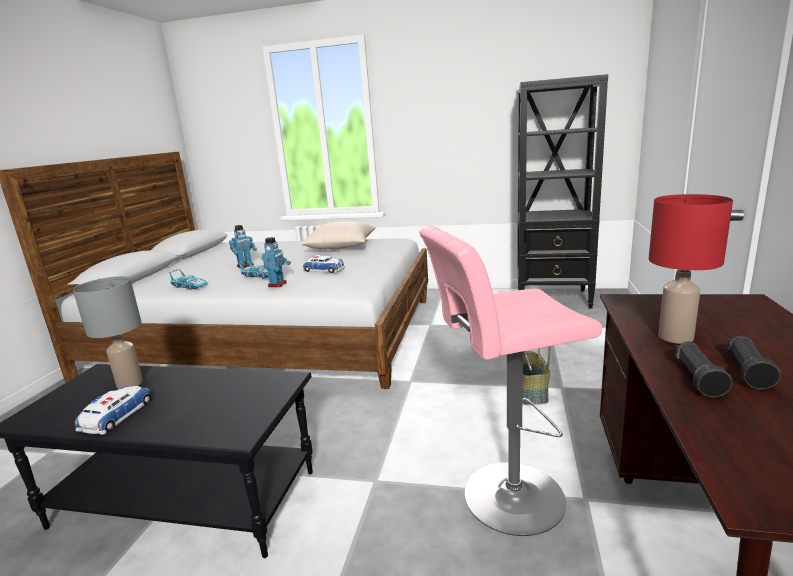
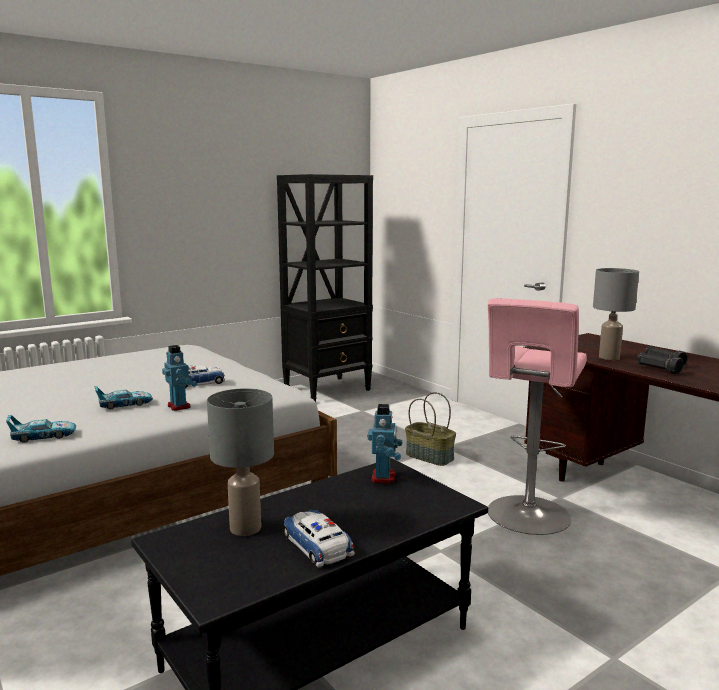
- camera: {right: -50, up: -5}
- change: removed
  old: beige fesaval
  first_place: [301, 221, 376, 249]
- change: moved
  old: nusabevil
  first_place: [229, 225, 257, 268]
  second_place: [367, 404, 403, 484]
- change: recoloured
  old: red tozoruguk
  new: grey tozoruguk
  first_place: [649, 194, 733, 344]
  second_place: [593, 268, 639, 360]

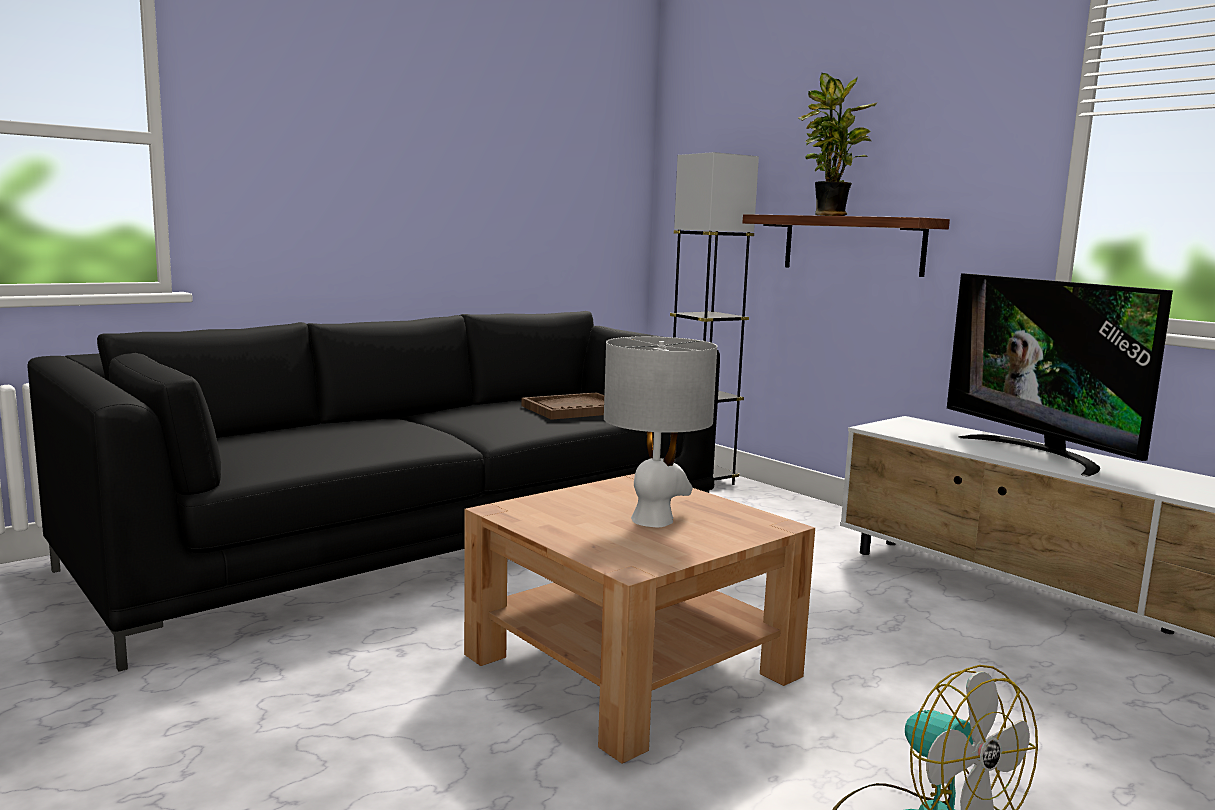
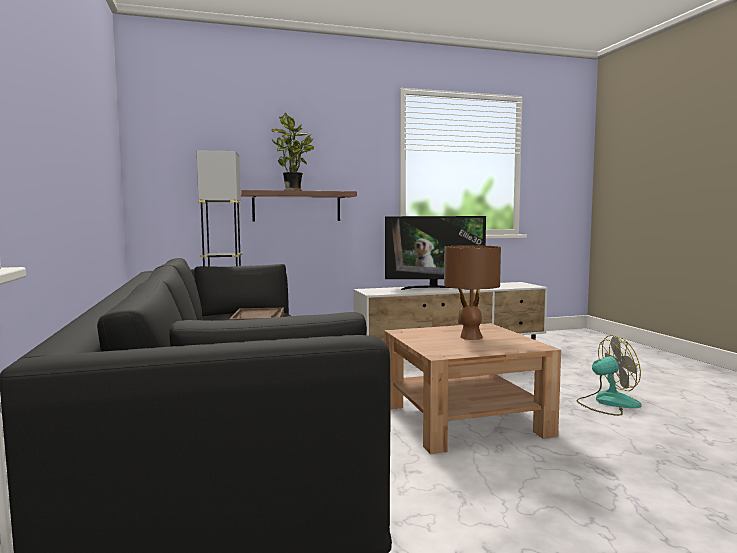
- camera: {right: -65, up: -5}
- change: recoloured
  old: grey tozoruguk
  new: brown tozoruguk
  first_place: [604, 336, 717, 527]
  second_place: [444, 245, 501, 340]

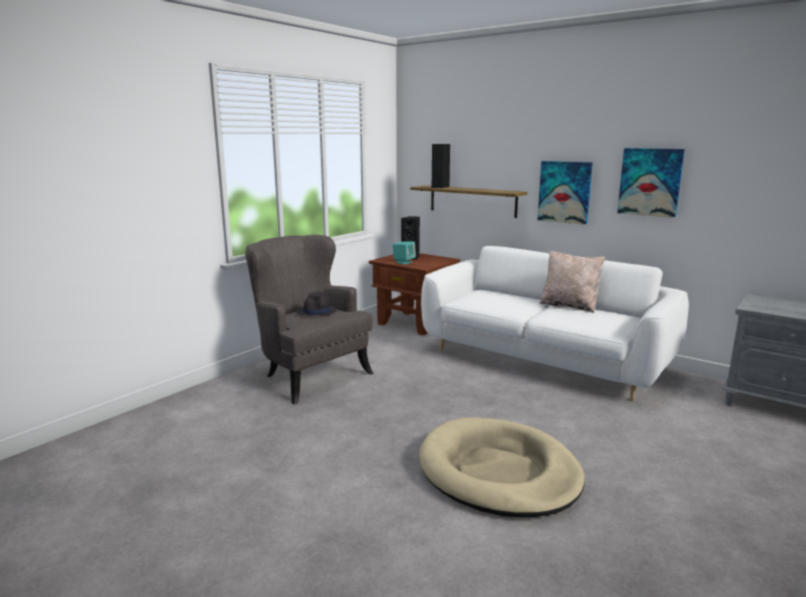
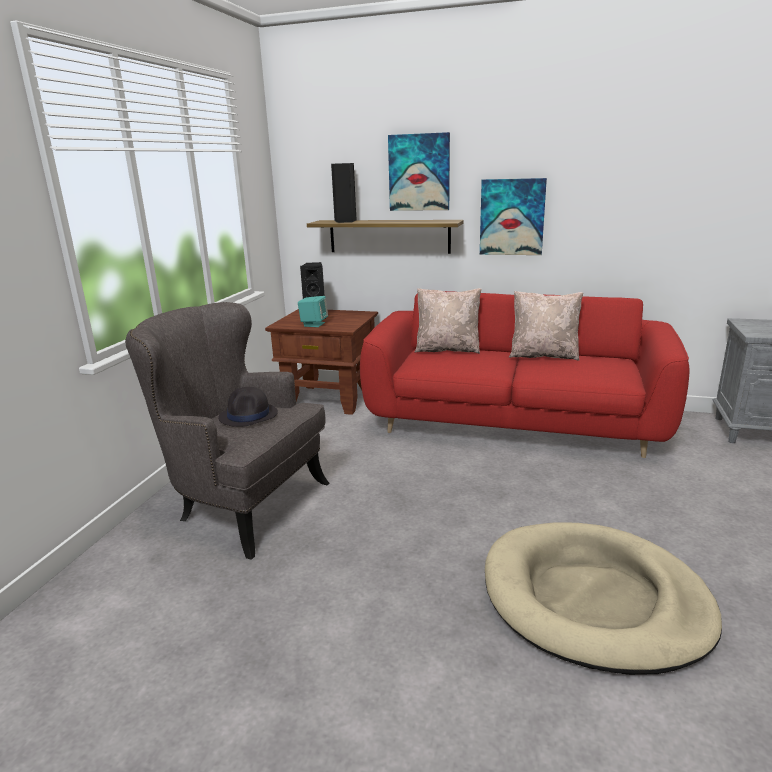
- camera: {right: -20, up: 5}
- change: added
  new: beige fesaval
  second_place: [415, 288, 482, 354]
- change: moved
  old: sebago
  first_place: [617, 148, 685, 218]
  second_place: [388, 132, 450, 211]
- change: recoloured
  old: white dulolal
  new: red dulolal
  first_place: [421, 246, 689, 401]
  second_place: [360, 291, 690, 458]

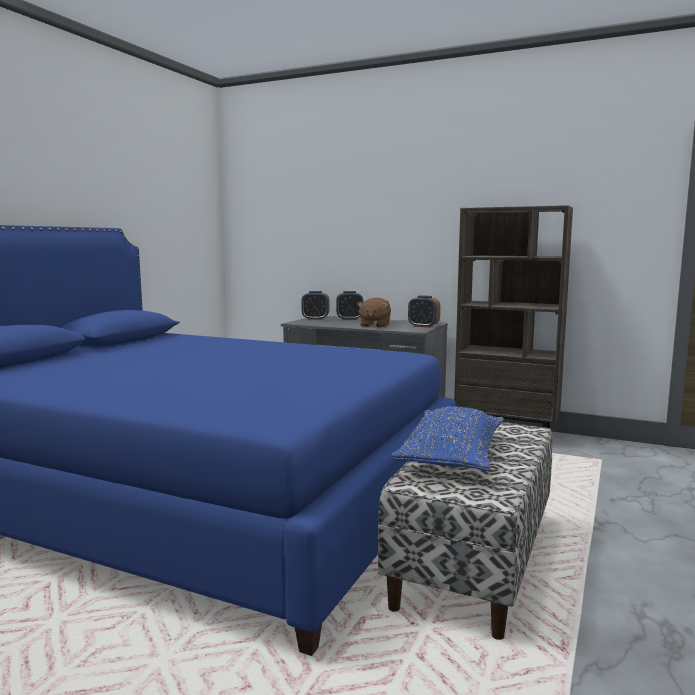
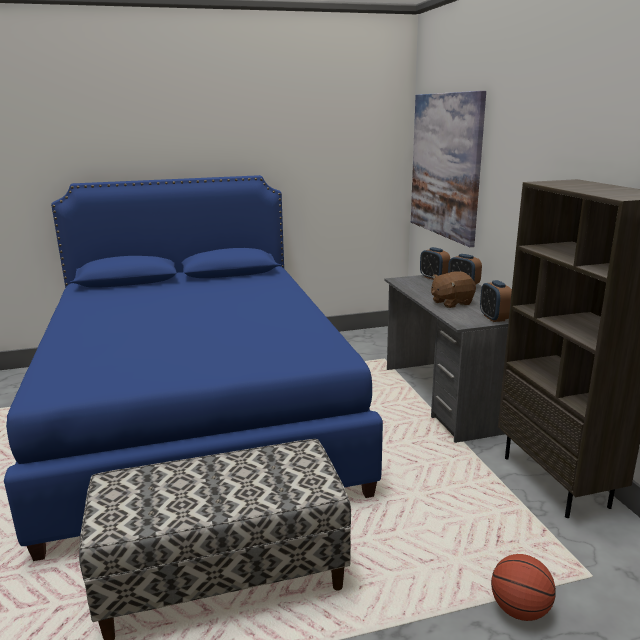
- camera: {right: 50, up: 10}
- change: removed
  old: blue fesaval
  first_place: [391, 406, 504, 471]
- change: added
  new: sebago
  second_place: [411, 91, 486, 247]
- change: added
  new: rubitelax
  second_place: [491, 554, 556, 621]

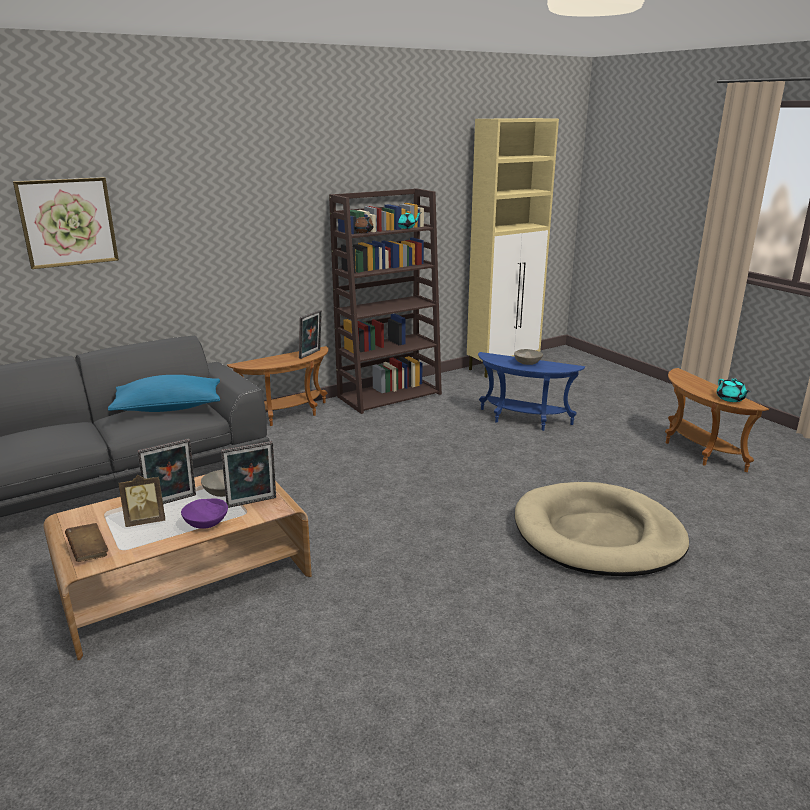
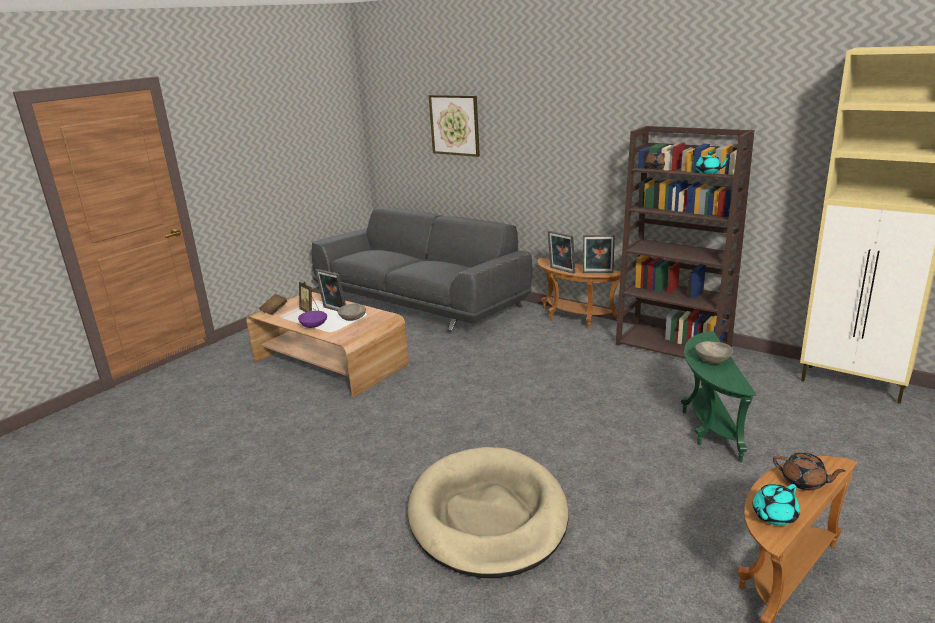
- camera: {right: 70, up: 0}
- change: removed
  old: blue fesaval
  first_place: [108, 375, 220, 412]
- change: added
  new: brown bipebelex
  second_place: [773, 452, 846, 490]
- change: moved
  old: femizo
  first_place: [221, 441, 276, 508]
  second_place: [548, 231, 575, 274]
- change: recoloured
  old: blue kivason
  new: green kivason
  first_place: [478, 352, 585, 431]
  second_place: [681, 331, 756, 462]

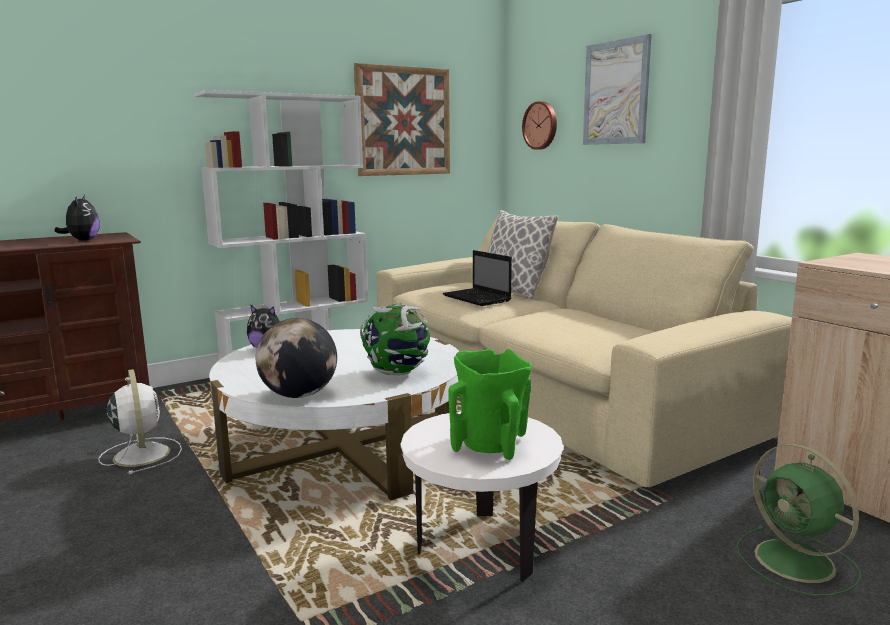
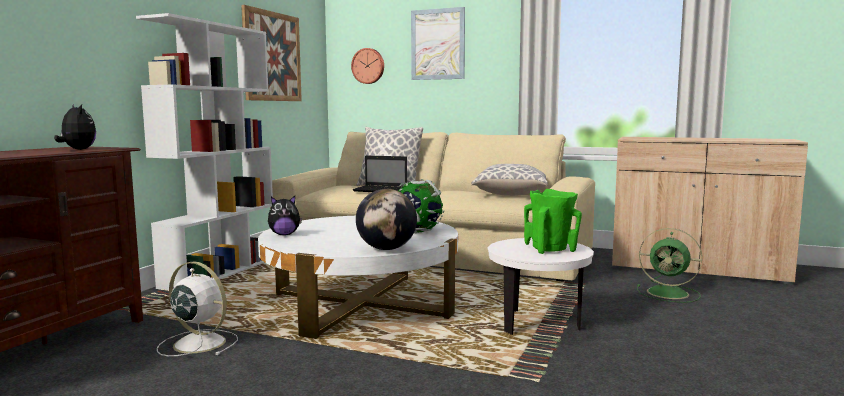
- camera: {right: -35, up: -5}
- change: added
  new: fesaval
  second_place: [471, 164, 548, 196]

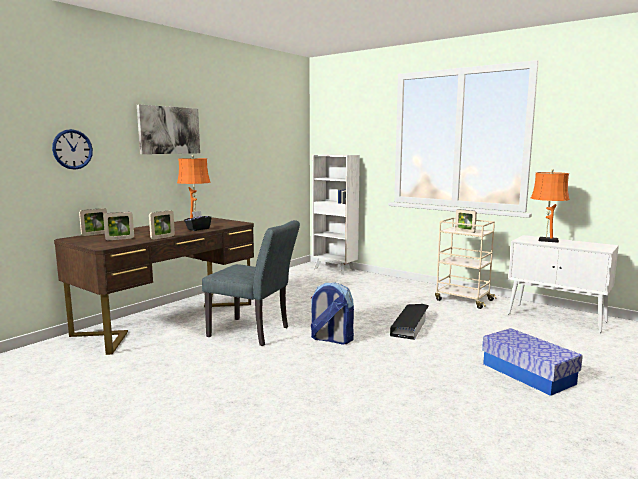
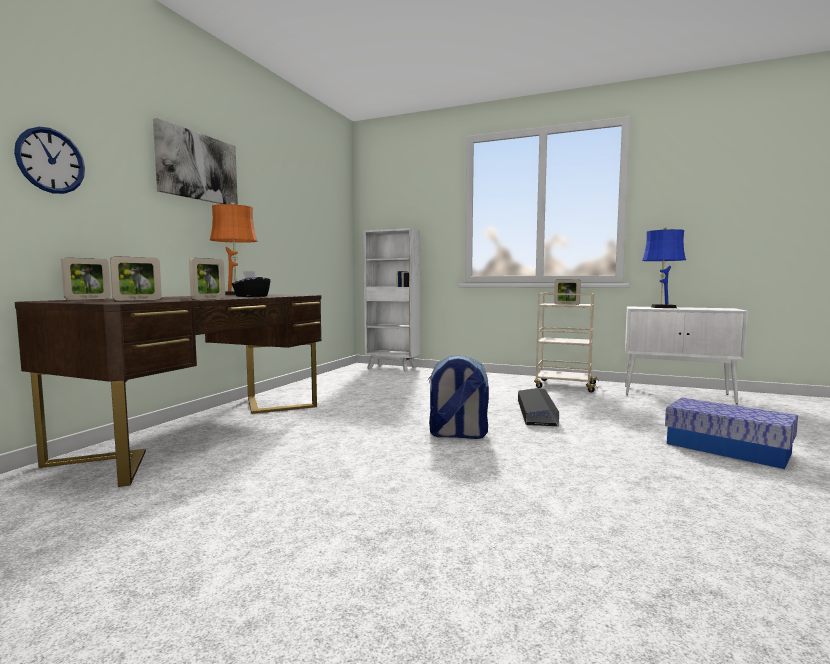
- camera: {right: -15, up: -5}
- change: removed
  old: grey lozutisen
  first_place: [202, 220, 300, 346]
- change: recoloured
  old: orange tozoruguk
  new: blue tozoruguk
  first_place: [531, 169, 570, 243]
  second_place: [642, 227, 686, 308]

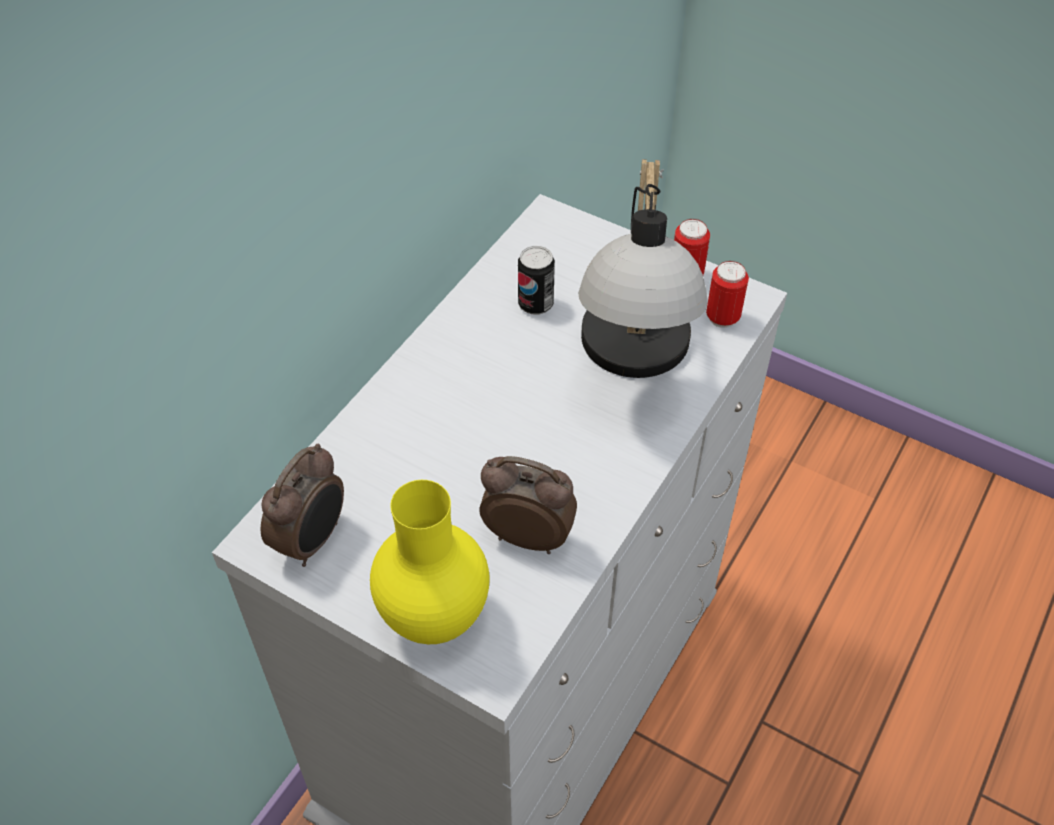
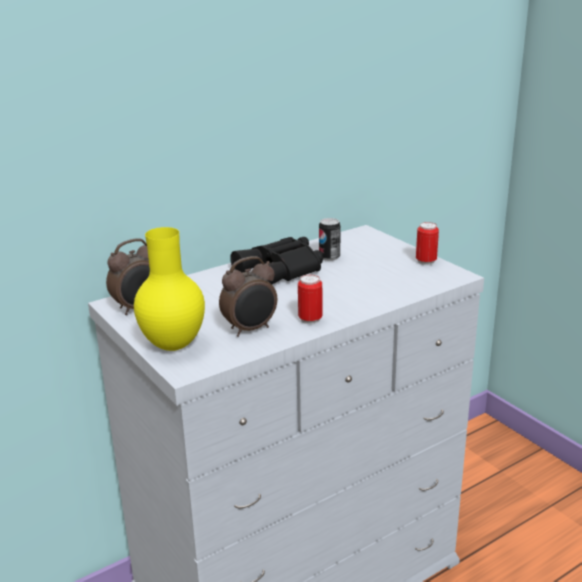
- camera: {right: 25, up: -25}
- change: removed
  old: tozoruguk
  first_place: [579, 159, 707, 378]
- change: added
  new: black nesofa
  second_place: [230, 237, 323, 284]
- change: moved
  old: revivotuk
  first_place: [706, 261, 749, 328]
  second_place: [298, 275, 323, 324]
- change: turned
  old: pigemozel
  first_place: [479, 456, 577, 554]
  second_place: [219, 256, 277, 337]
  degrees: 105

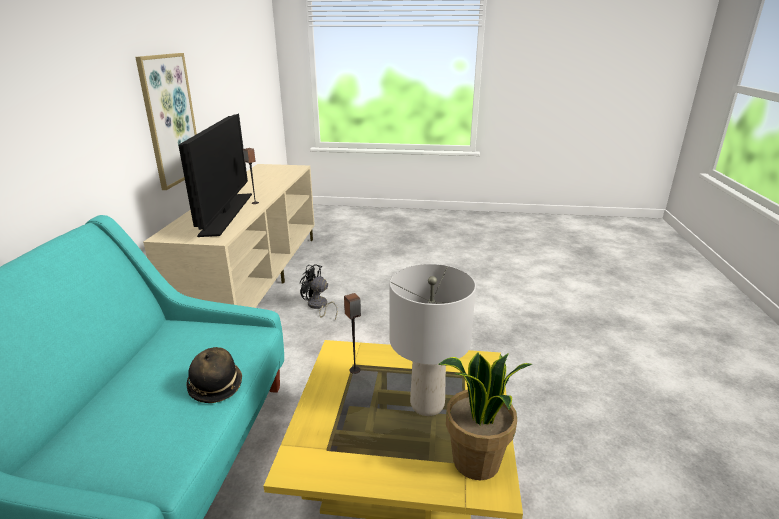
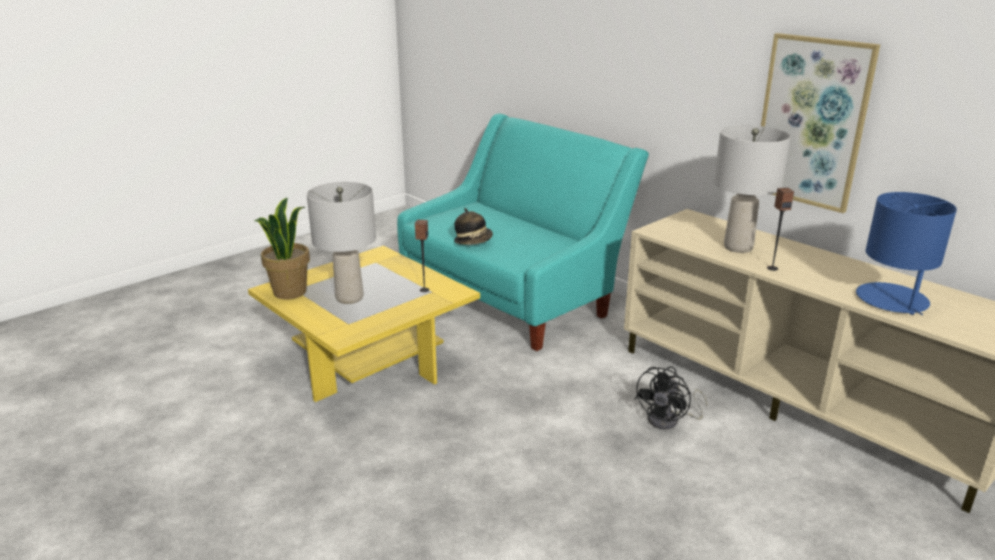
- camera: {right: 130, up: 0}
- change: added
  new: blue tozoruguk
  second_place: [856, 192, 957, 315]
- change: replaced
  old: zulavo
  new: grey tozoruguk
  first_place: [178, 114, 252, 237]
  second_place: [714, 125, 791, 253]
- change: turned
  old: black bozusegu
  first_place: [300, 264, 338, 320]
  second_place: [635, 367, 708, 429]
  degrees: 150

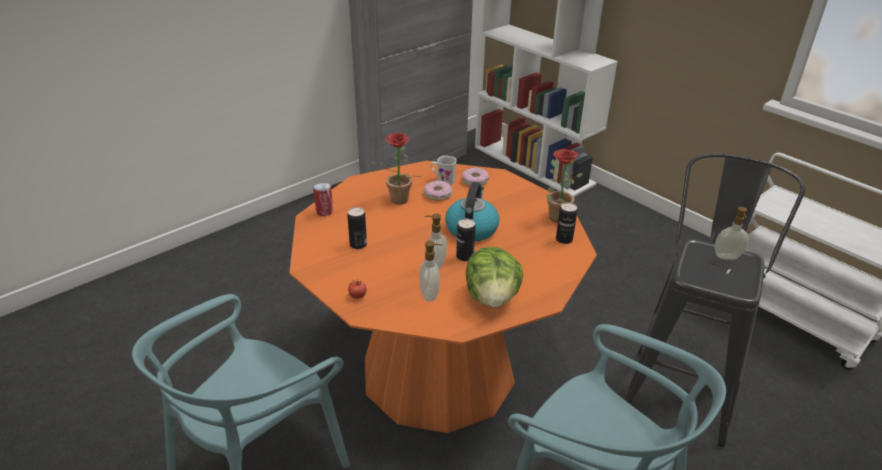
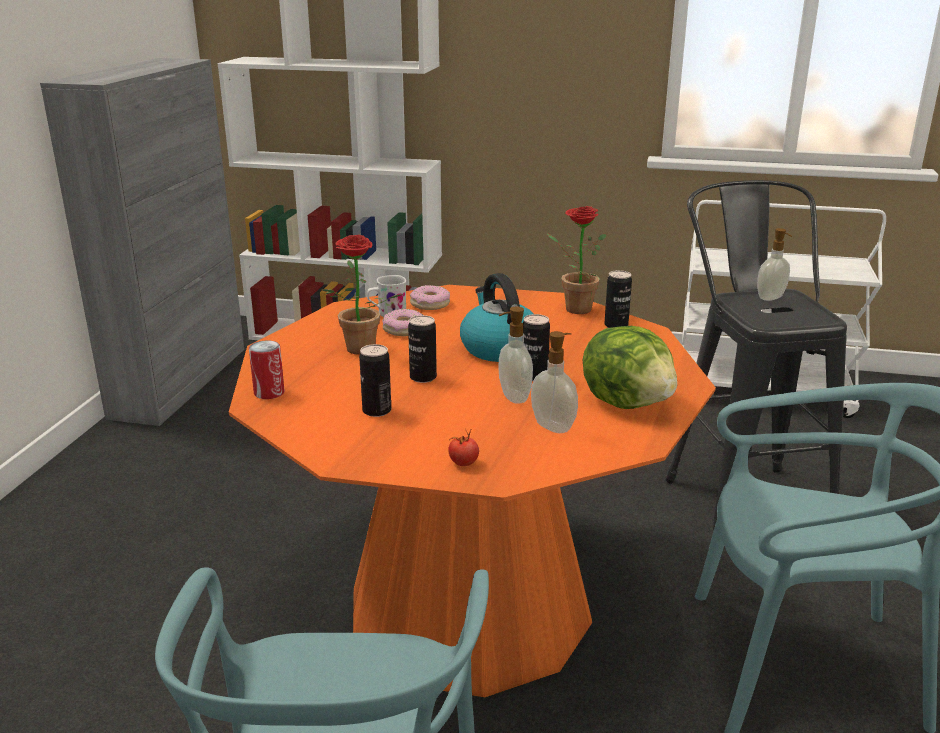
- camera: {right: -35, up: -10}
- change: added
  new: revivotuk
  second_place: [408, 315, 437, 383]

